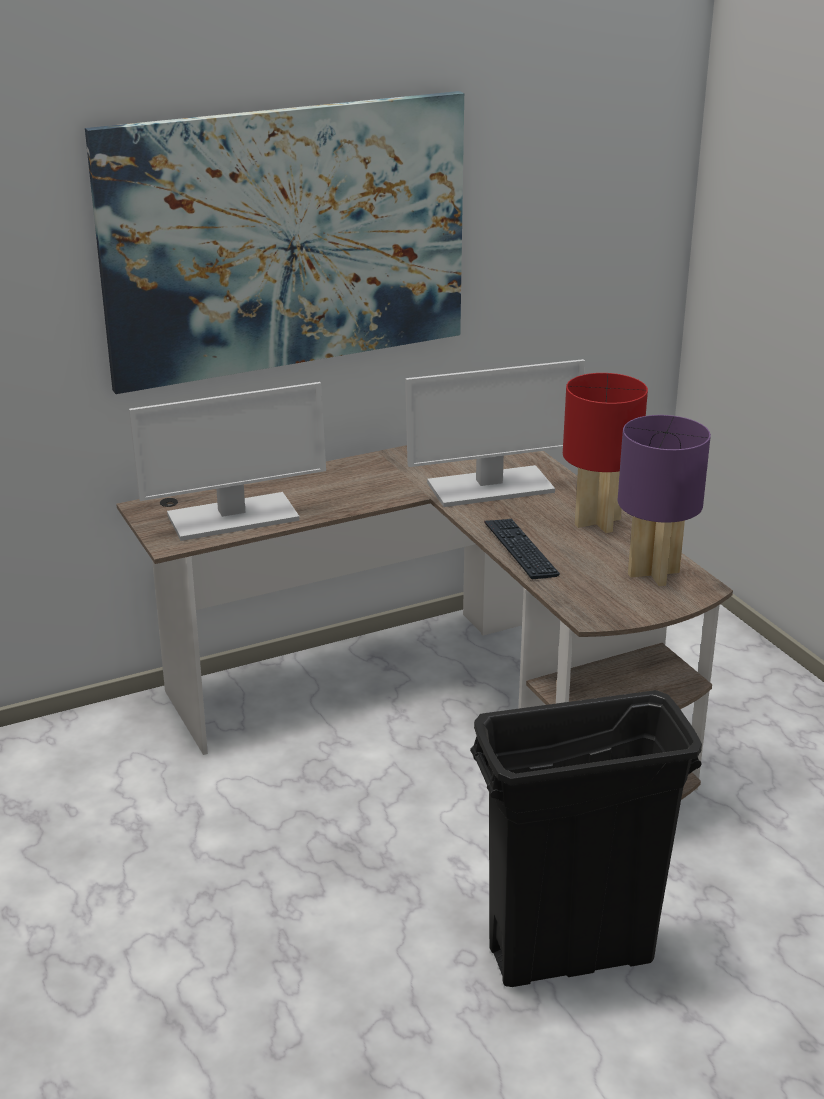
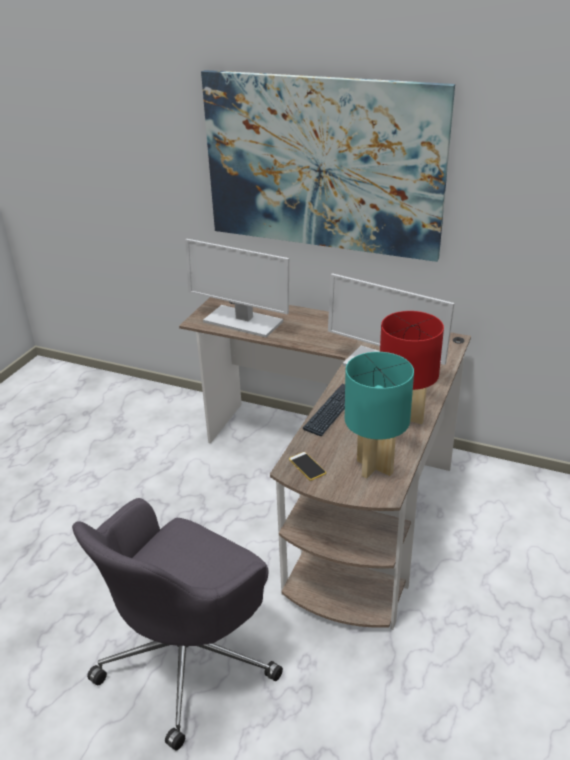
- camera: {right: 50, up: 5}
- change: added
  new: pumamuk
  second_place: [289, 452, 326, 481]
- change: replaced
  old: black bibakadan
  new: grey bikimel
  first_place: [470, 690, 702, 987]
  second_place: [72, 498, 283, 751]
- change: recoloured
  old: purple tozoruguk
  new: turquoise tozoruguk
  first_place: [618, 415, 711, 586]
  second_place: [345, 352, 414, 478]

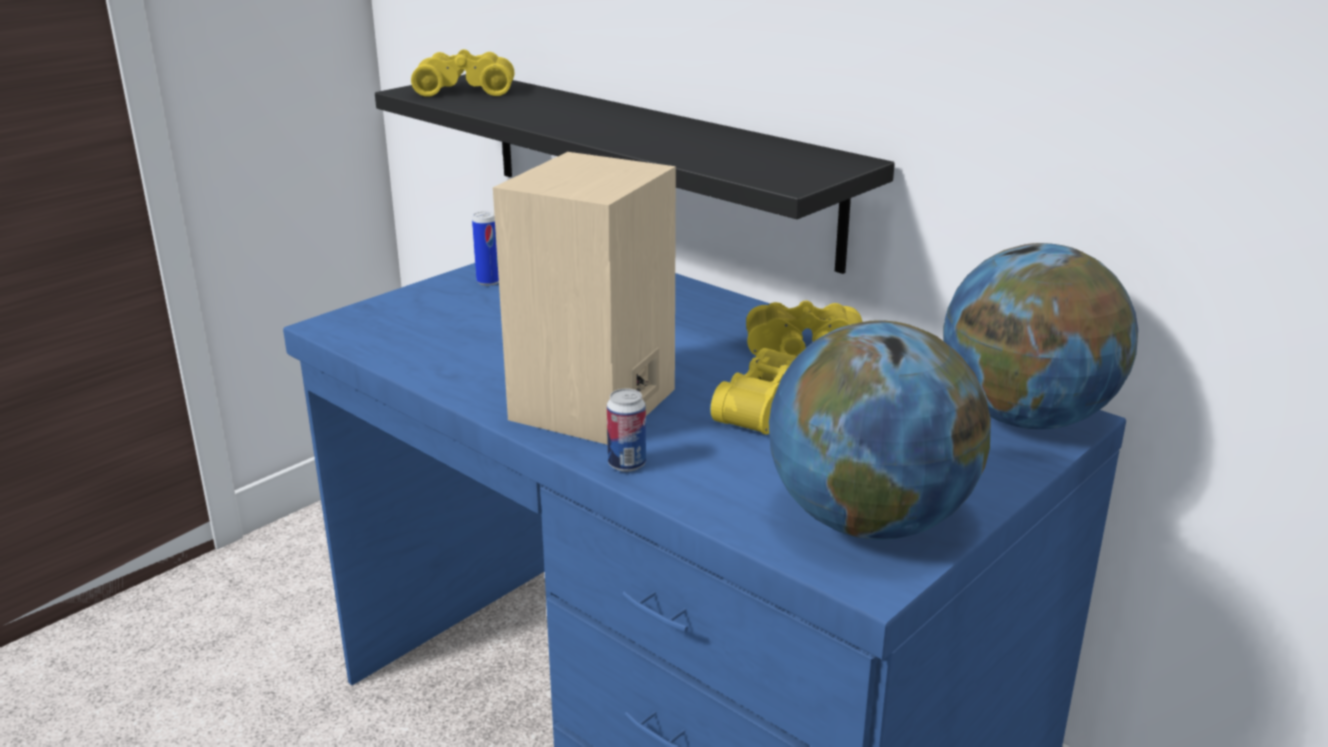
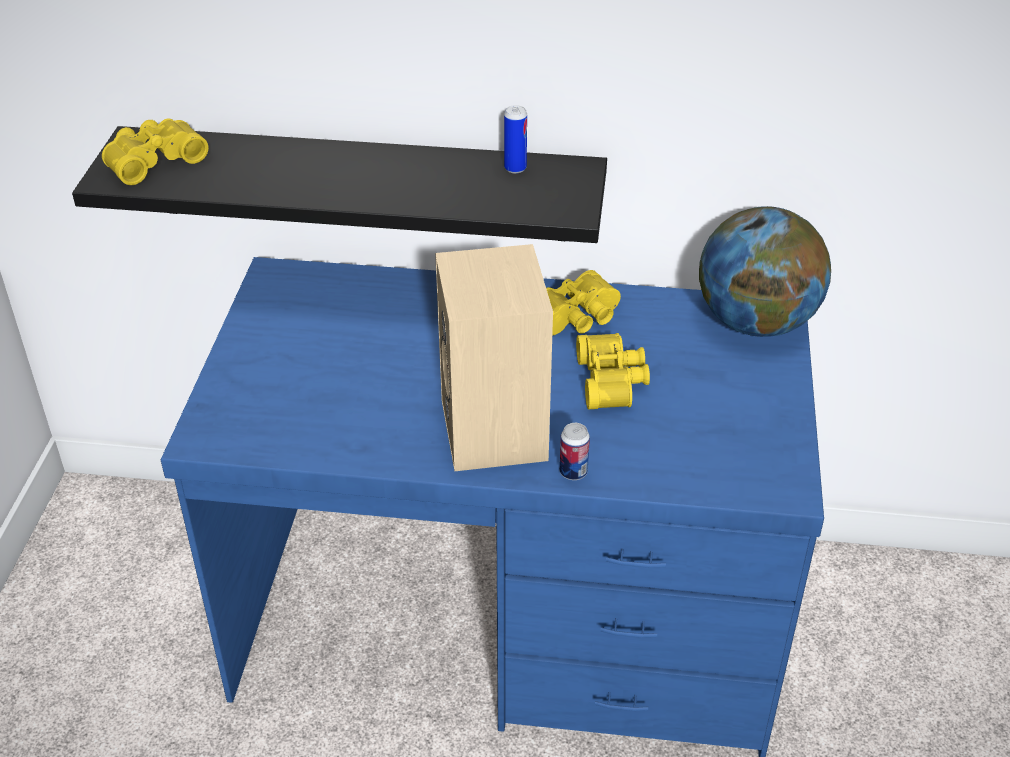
- camera: {right: -35, up: 15}
- change: removed
  old: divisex
  first_place: [769, 320, 991, 540]
- change: moved
  old: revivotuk
  first_place: [472, 212, 499, 286]
  second_place: [504, 105, 527, 174]

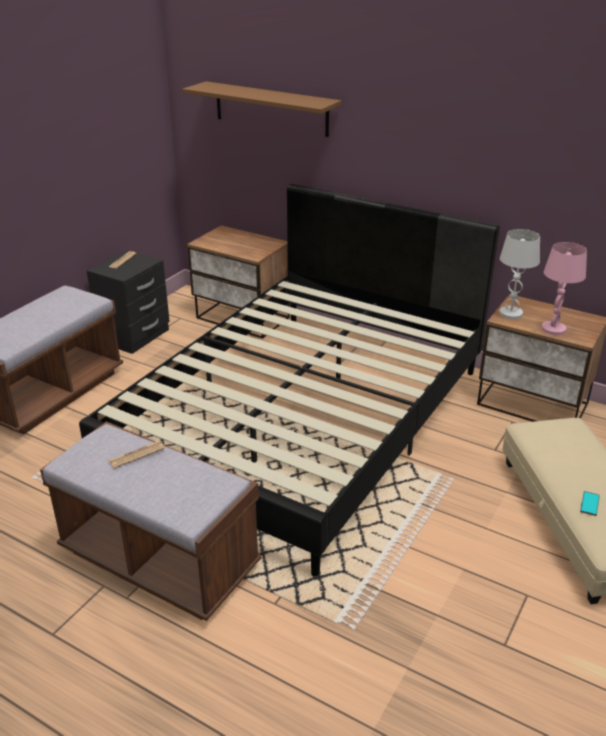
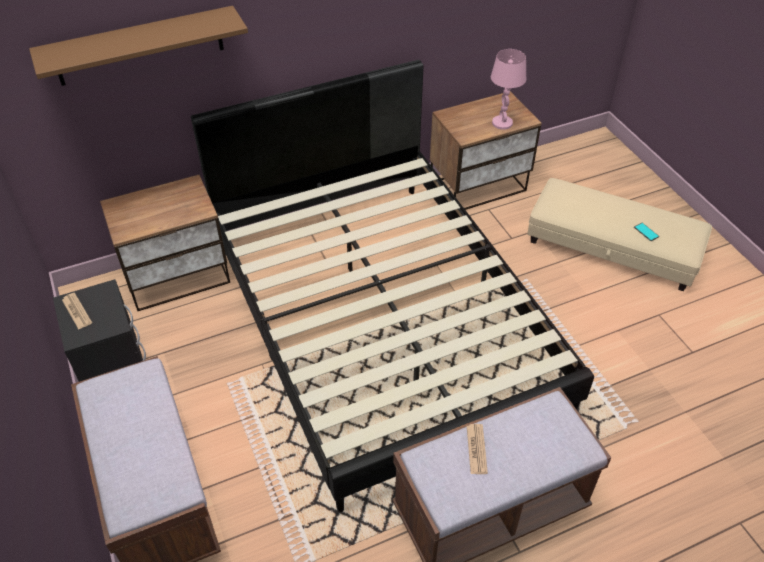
- camera: {right: -55, up: 15}
- change: removed
  old: white tozoruguk
  first_place: [499, 229, 540, 319]

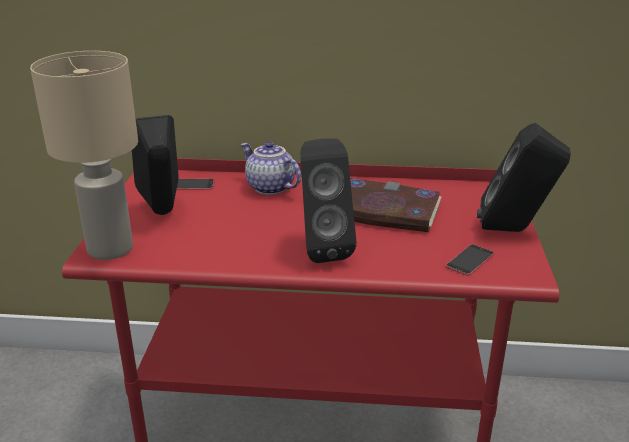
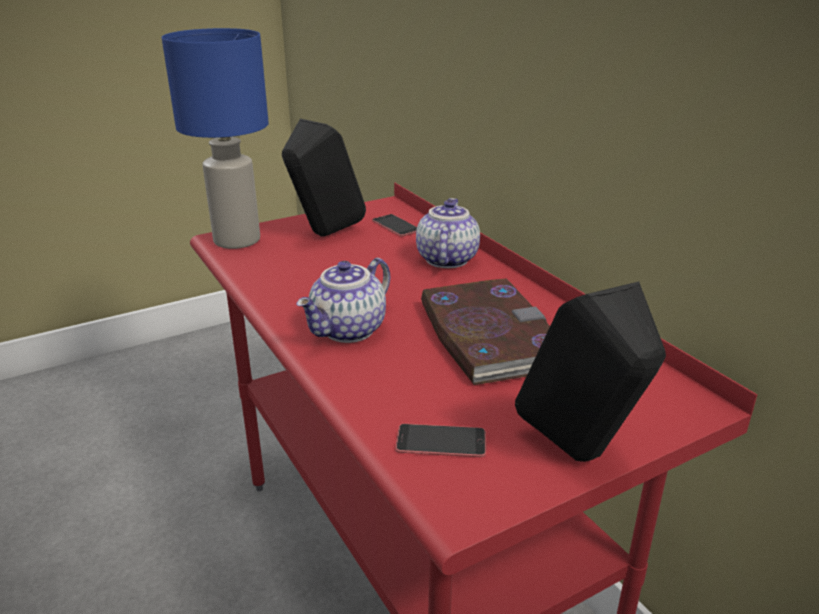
- camera: {right: 55, up: 0}
- change: replaced
  old: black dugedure
  new: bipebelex
  first_place: [300, 138, 357, 263]
  second_place: [296, 258, 390, 343]
- change: recoloured
  old: beige tozoruguk
  new: blue tozoruguk
  first_place: [30, 51, 138, 260]
  second_place: [162, 28, 269, 249]

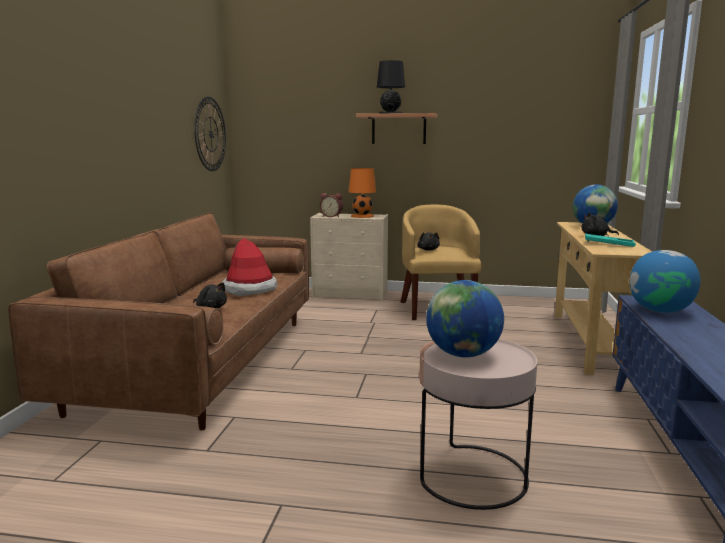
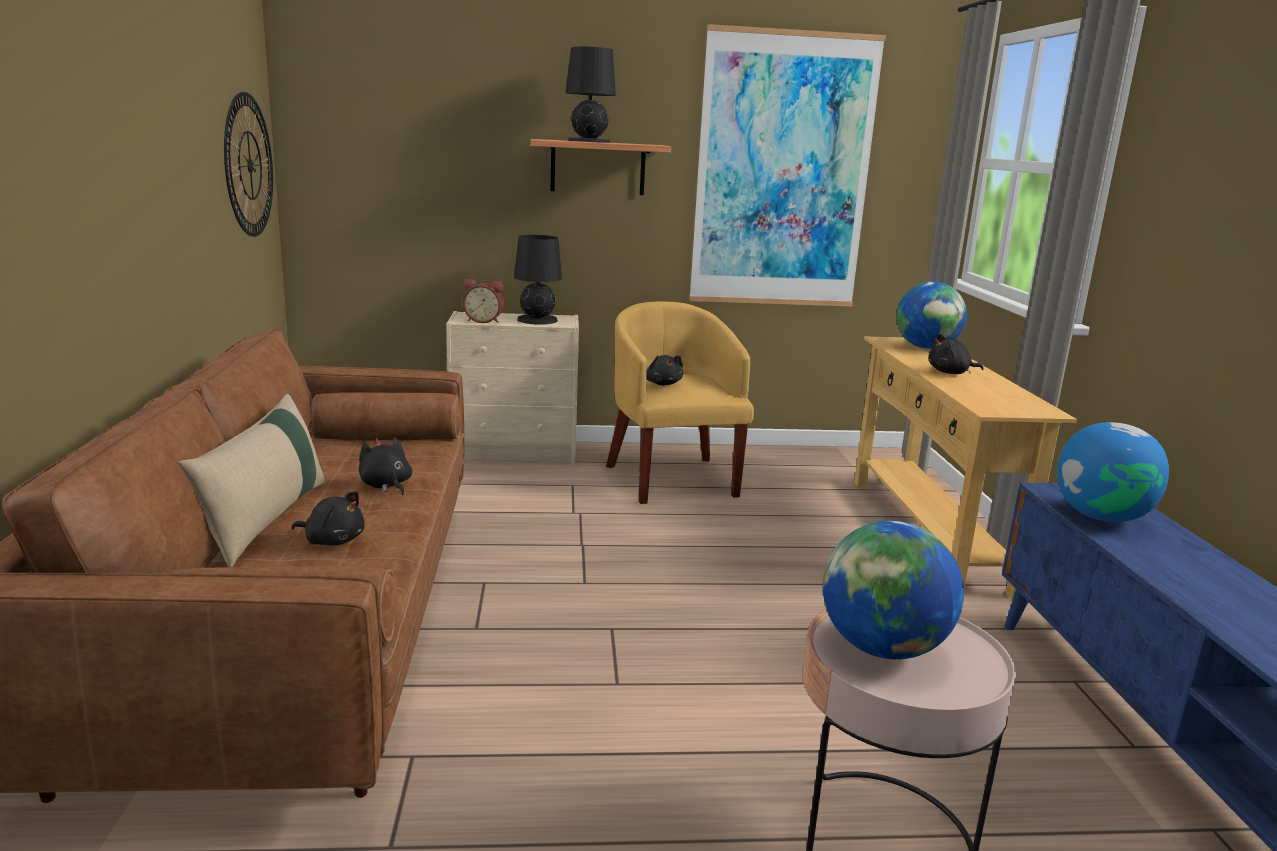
- camera: {right: -15, up: 5}
- change: removed
  old: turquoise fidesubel
  first_place: [585, 233, 636, 247]
- change: added
  new: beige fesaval
  second_place: [178, 394, 325, 567]
- change: added
  new: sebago
  second_place: [689, 24, 886, 306]
- change: replaced
  old: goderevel
  new: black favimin
  first_place: [222, 238, 277, 296]
  second_place: [359, 437, 412, 495]
- change: recoloured
  old: orange tozoruguk
  new: black tozoruguk
  first_place: [349, 168, 376, 218]
  second_place: [514, 235, 562, 325]

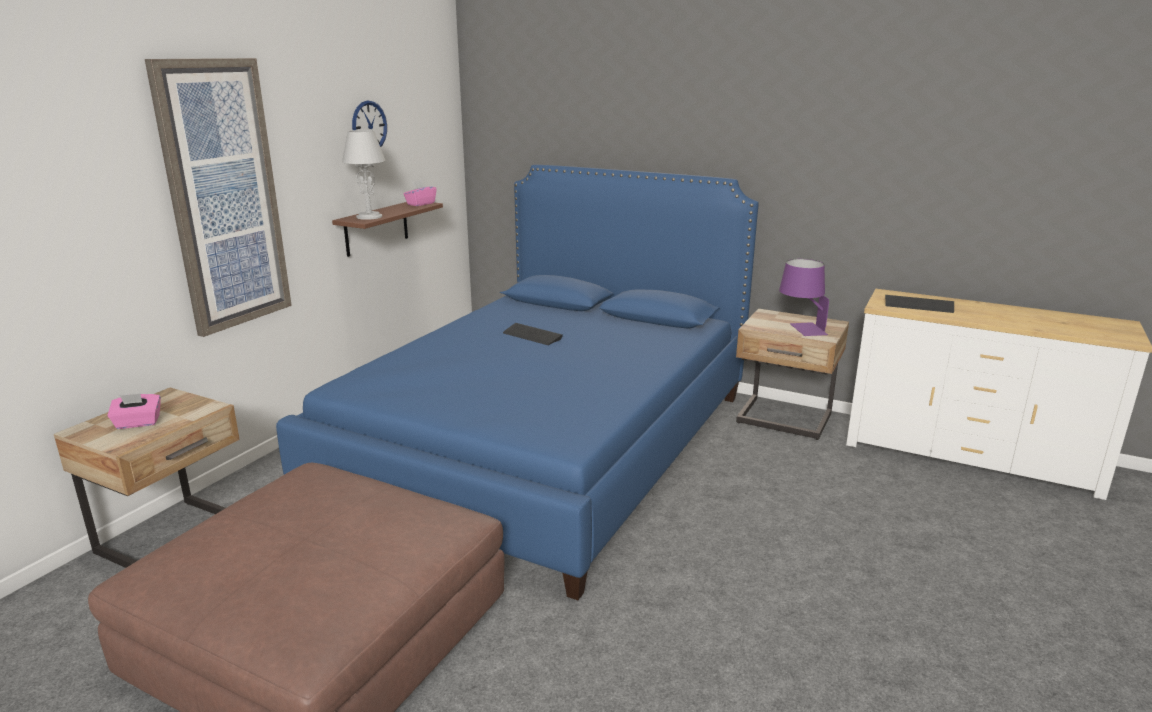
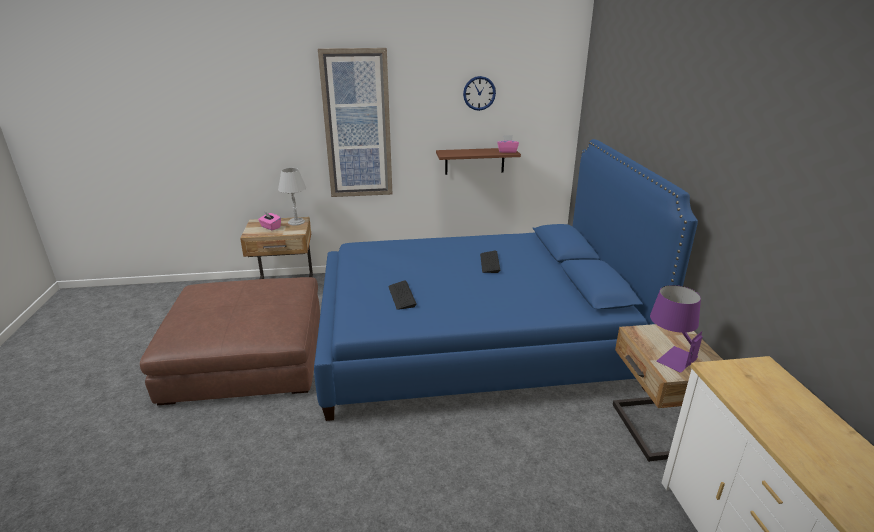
- camera: {right: 55, up: 5}
- change: moved
  old: grey tozoruguk
  first_place: [342, 130, 386, 220]
  second_place: [278, 168, 306, 226]
- change: moved
  old: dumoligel
  first_place: [885, 295, 954, 313]
  second_place: [388, 280, 417, 310]

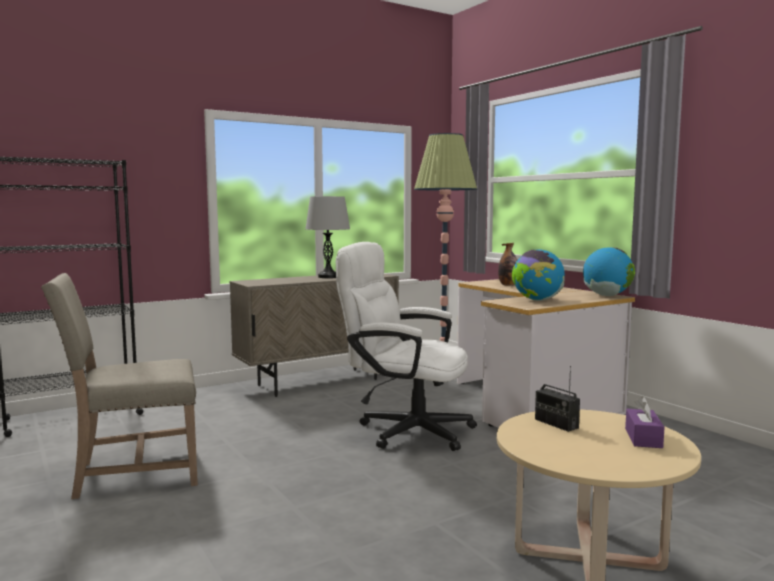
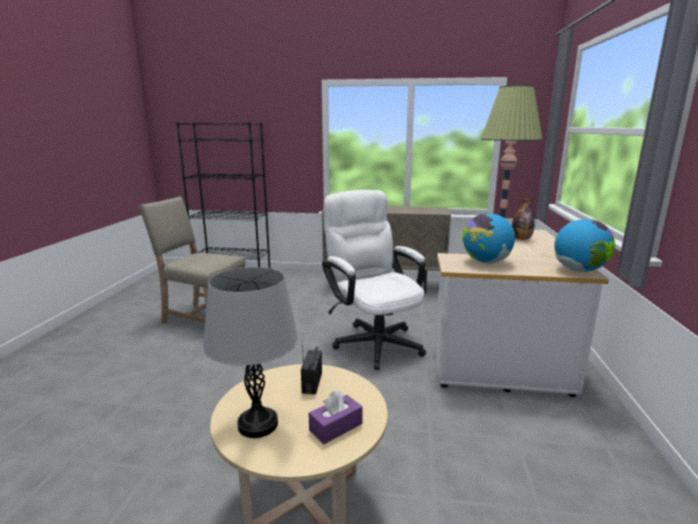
- camera: {right: 40, up: 10}
- change: moved
  old: grey tozoruguk
  first_place: [306, 196, 350, 278]
  second_place: [203, 267, 298, 438]

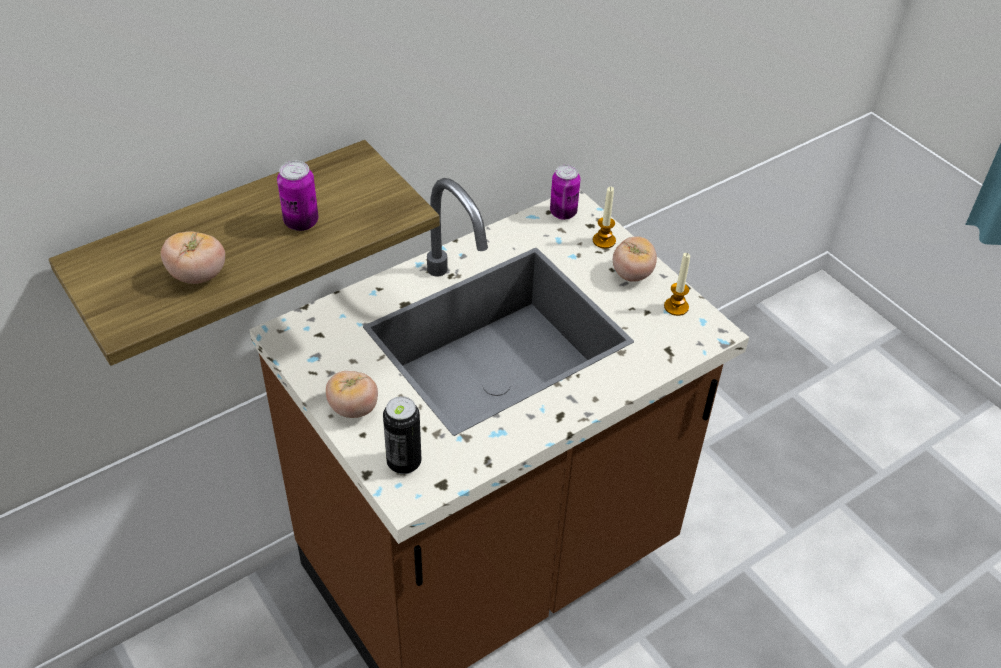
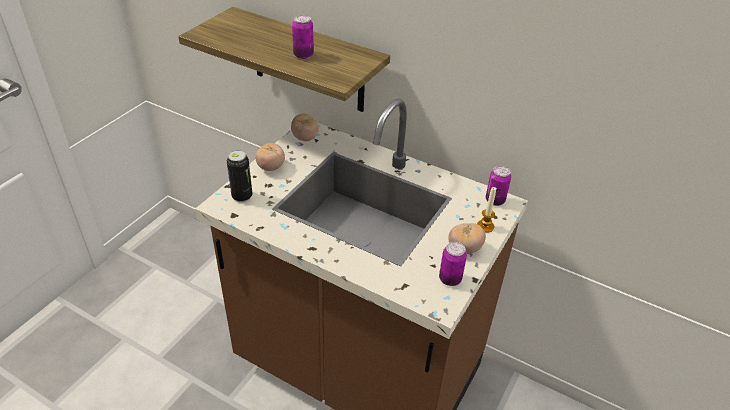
- camera: {right: 65, up: -5}
- change: moved
  old: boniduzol
  first_place: [161, 231, 225, 284]
  second_place: [291, 114, 319, 141]
- change: replaced
  old: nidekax
  new: revivotuk
  first_place: [664, 253, 690, 316]
  second_place: [439, 242, 467, 286]

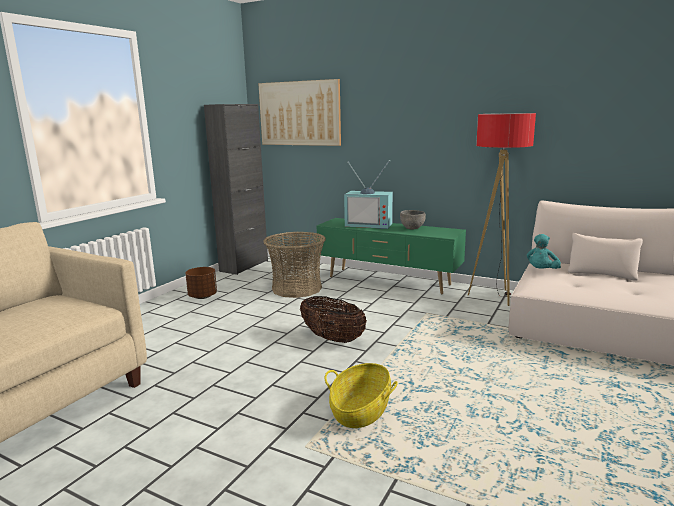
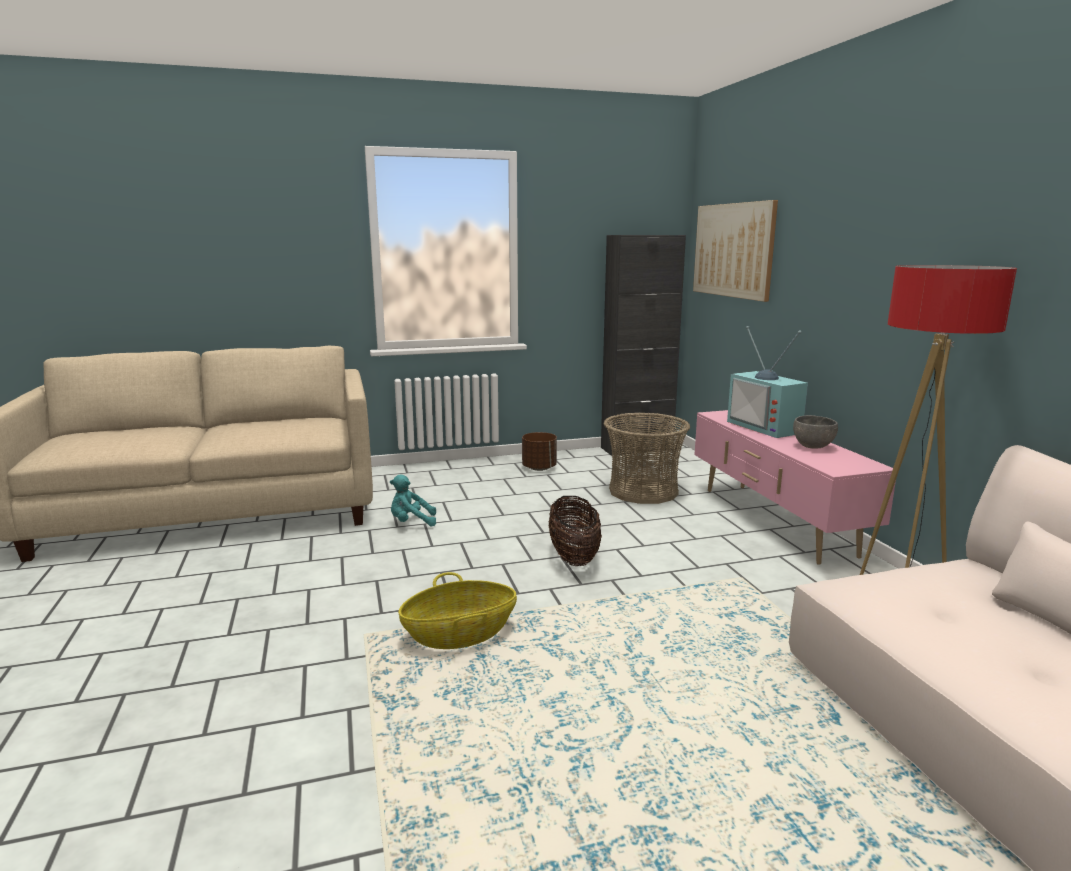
- camera: {right: 45, up: 0}
- change: moved
  old: turquoise favimin
  first_place: [527, 234, 561, 269]
  second_place: [390, 475, 436, 527]
- change: recoloured
  old: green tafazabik
  new: pink tafazabik
  first_place: [317, 218, 466, 294]
  second_place: [695, 410, 896, 565]

